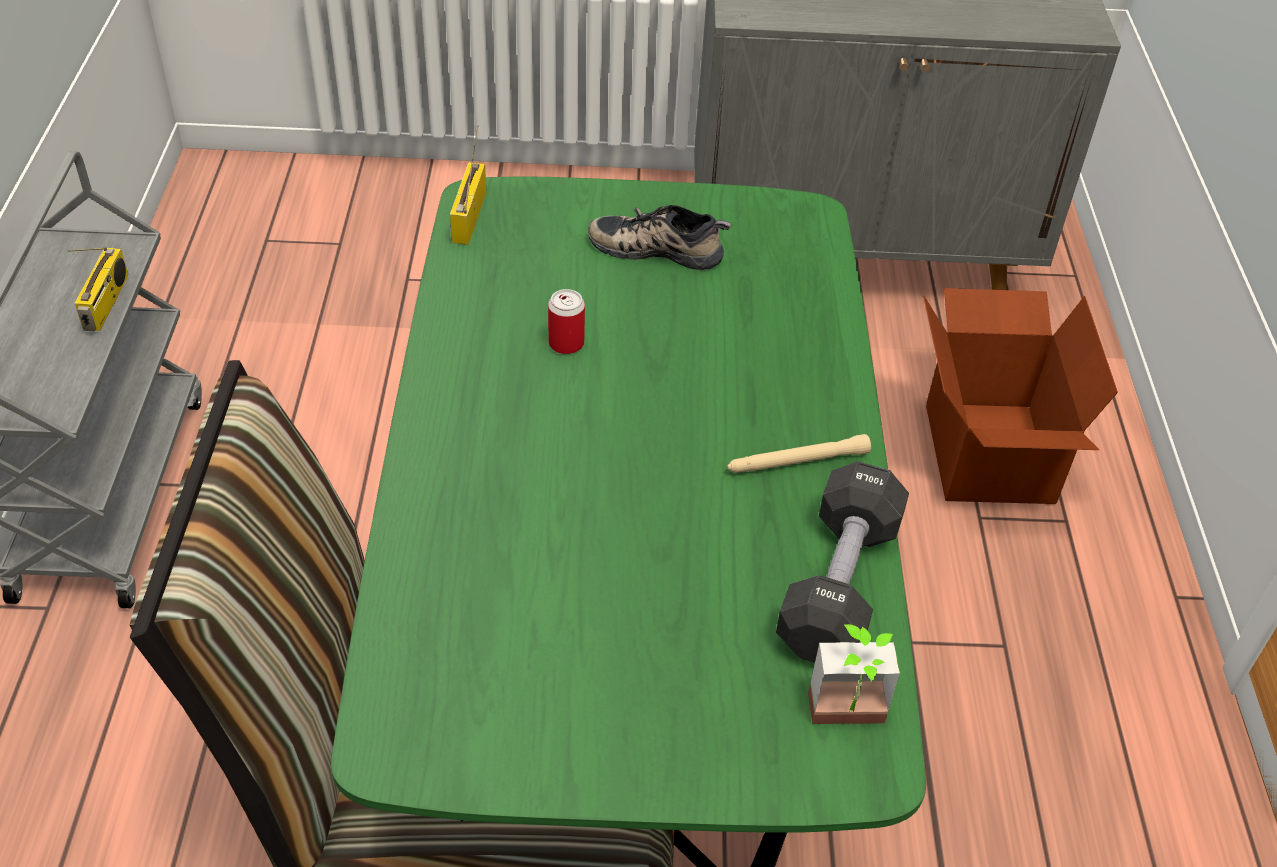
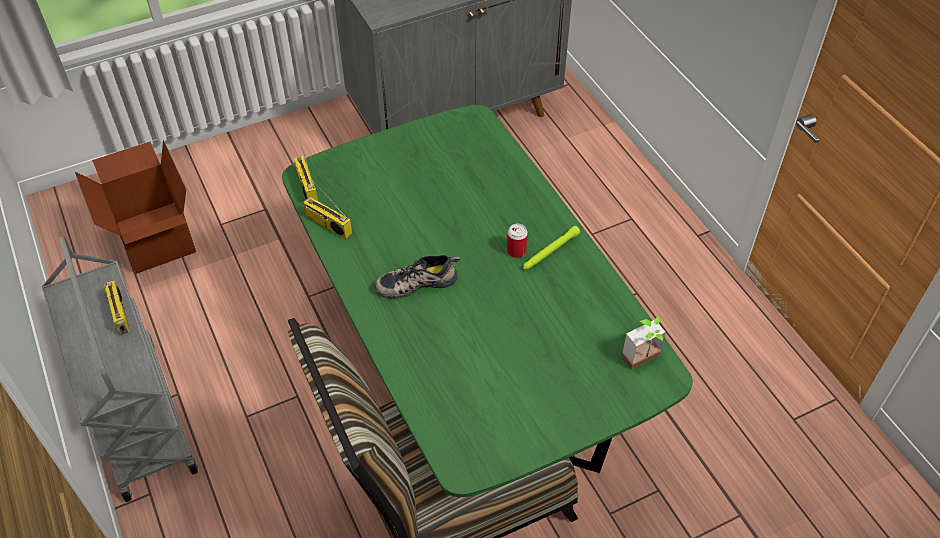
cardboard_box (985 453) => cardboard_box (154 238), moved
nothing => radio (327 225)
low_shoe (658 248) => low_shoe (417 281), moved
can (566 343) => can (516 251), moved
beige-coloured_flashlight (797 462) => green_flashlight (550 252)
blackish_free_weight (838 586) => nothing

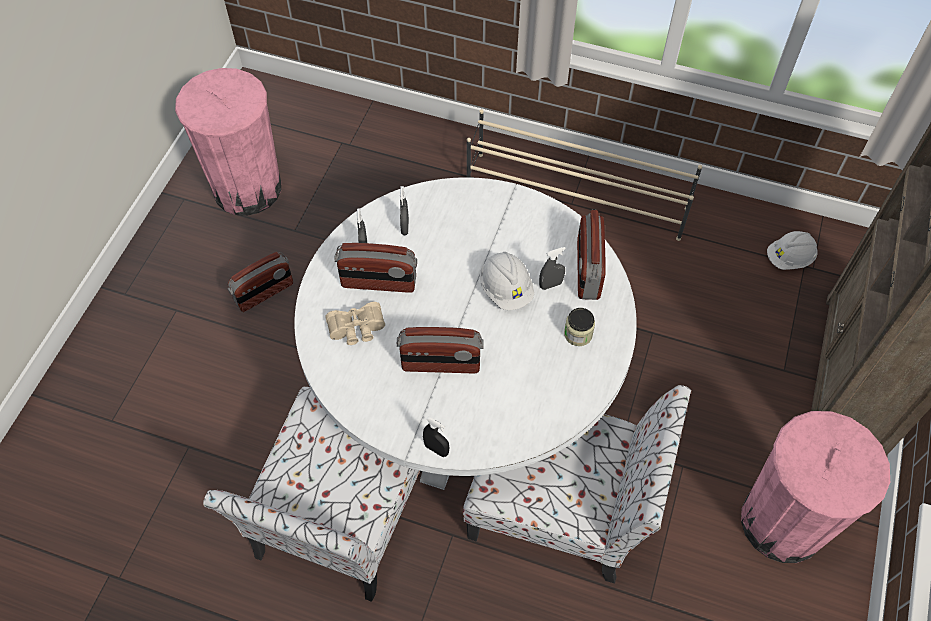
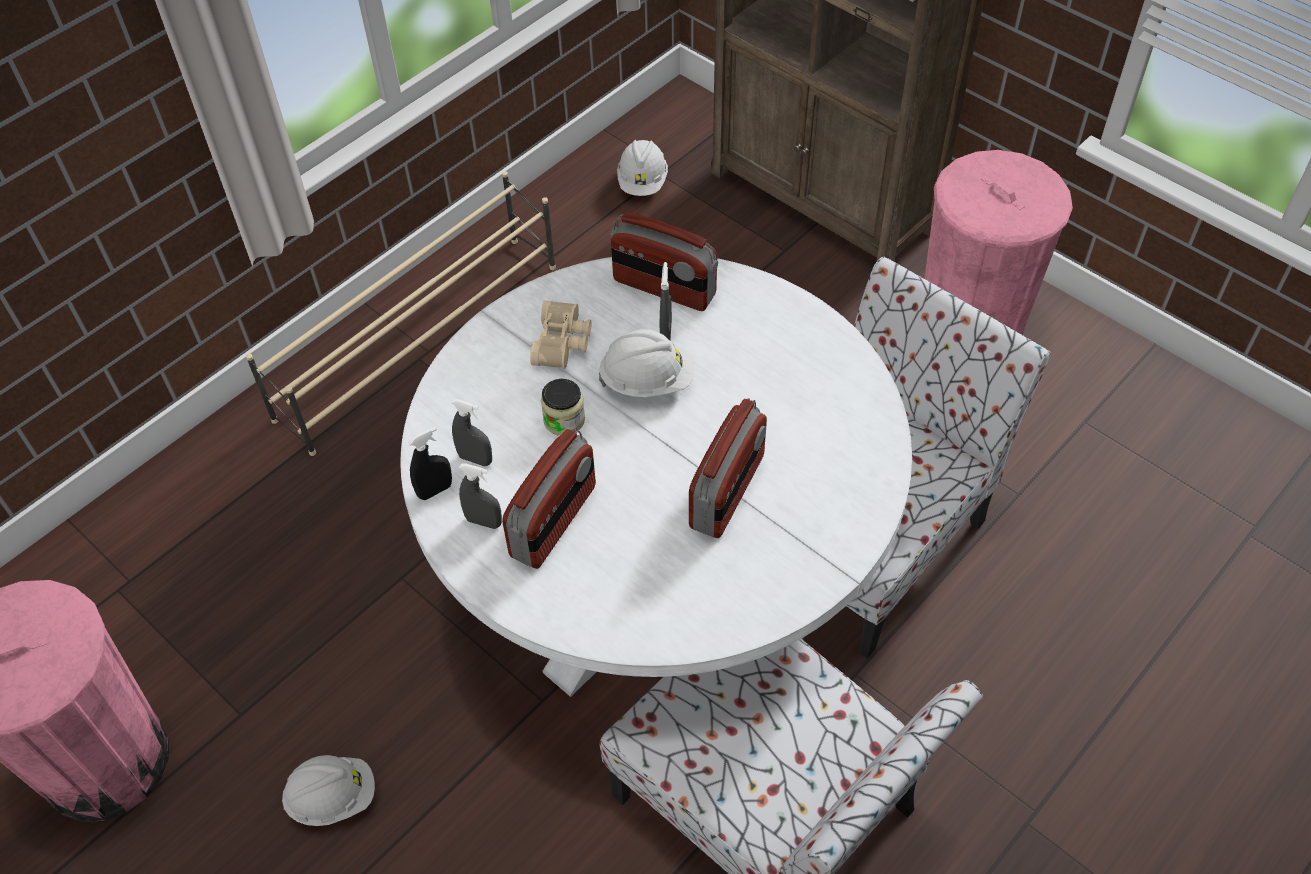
radio (264 293) => white-coloured_work_helmet (332 798)
blackish_spray_bottle (436 449) => blackish_spray_bottle (435 490), moved
beige-coloured_binoculars (357 330) => beige-coloured_binoculars (564 342), moved
preserve_jar (578 334) => preserve_jar (564 420), moved

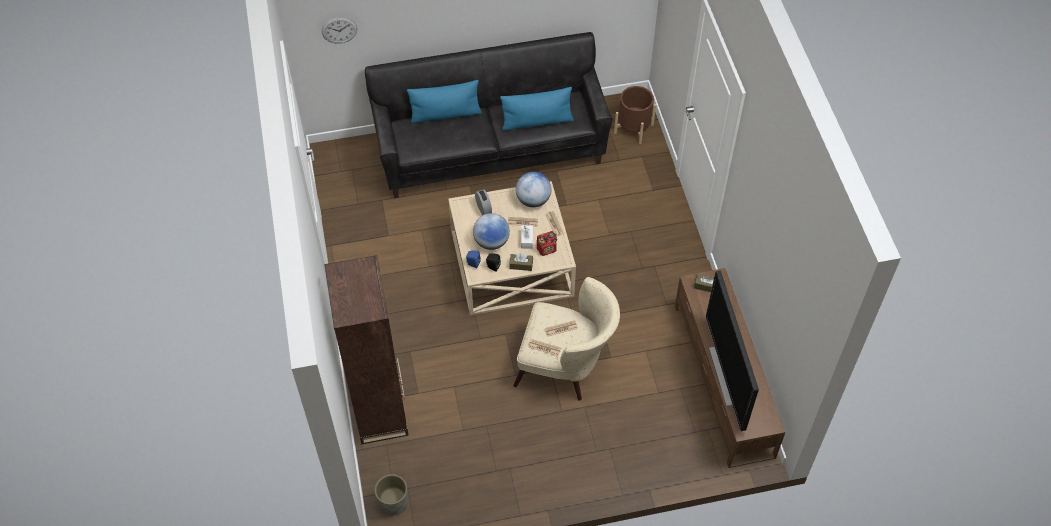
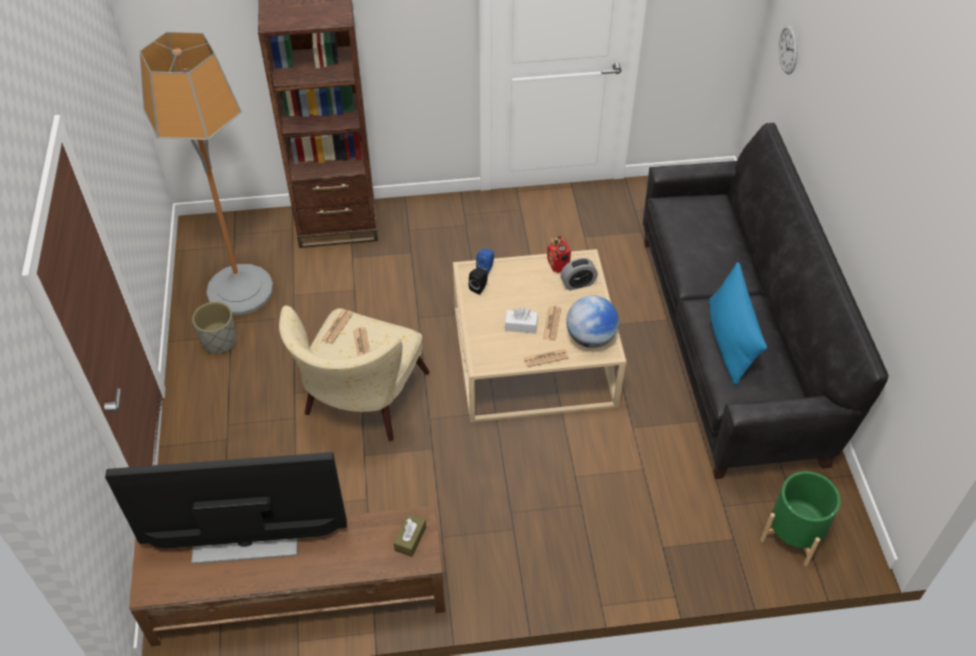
nothing => floor_lamp (240 290)
gray_planter (393 502) => gray_planter (220 341), moved
radio (547 249) => radio (558 265), moved
brown-coloured_planter (633 128) => green_planter (793 534)
bluish_cushion (445 114) => nothing
globe (491 242) => nothing
brown-coloured_tissue_box (521 265) => nothing

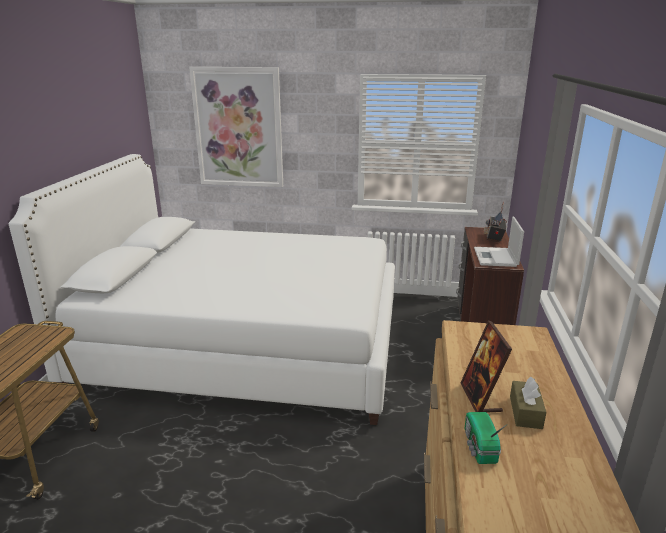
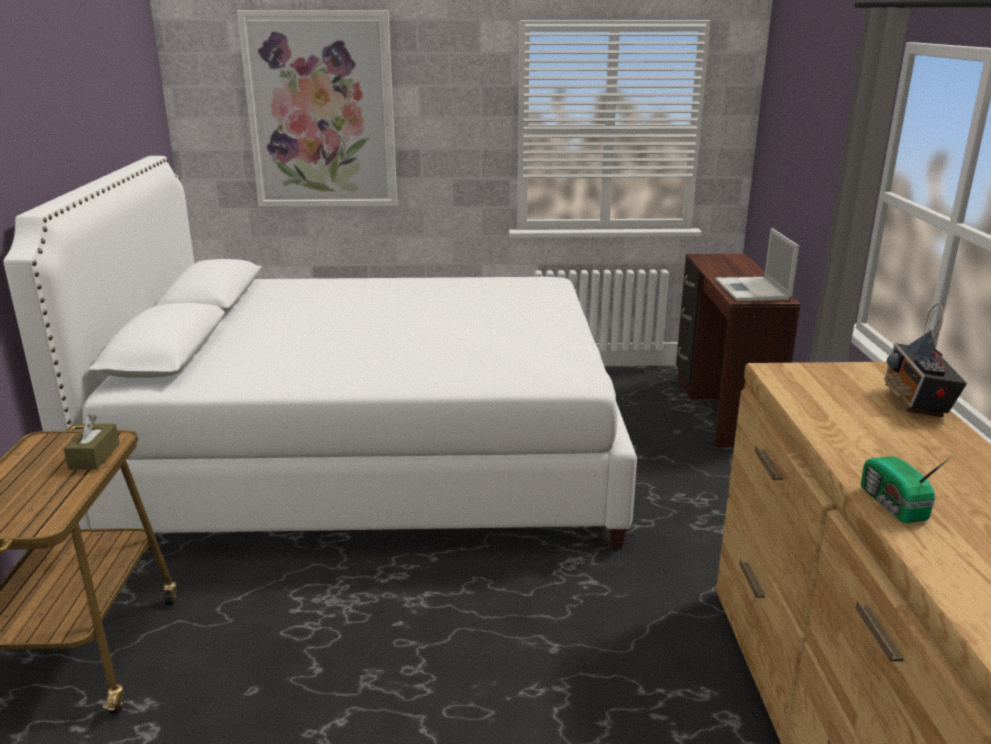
brown-coloured_tissue_box (525 412) => brown-coloured_tissue_box (94 456), moved
radio (494 238) => radio (916 402), moved
photo_frame (480 398) => nothing

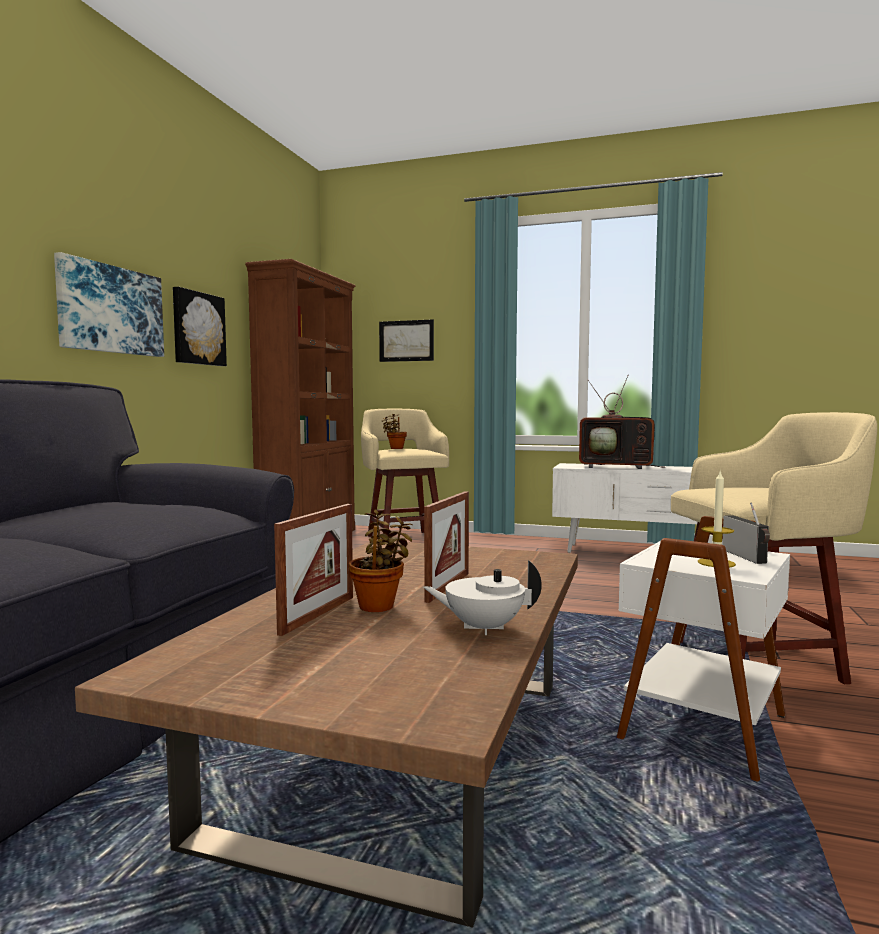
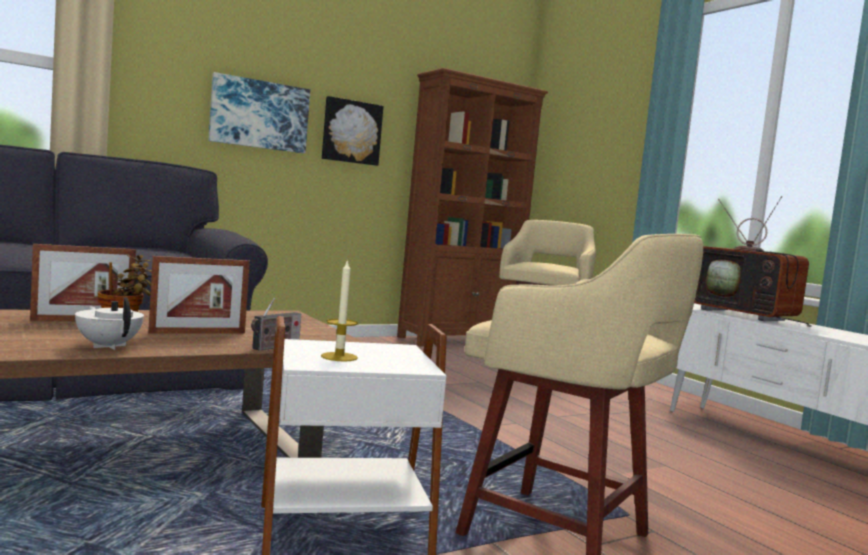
radio (746 557) => radio (274 347), moved
picture (406 341) => nothing
plant_in_a_pot (395 448) => nothing

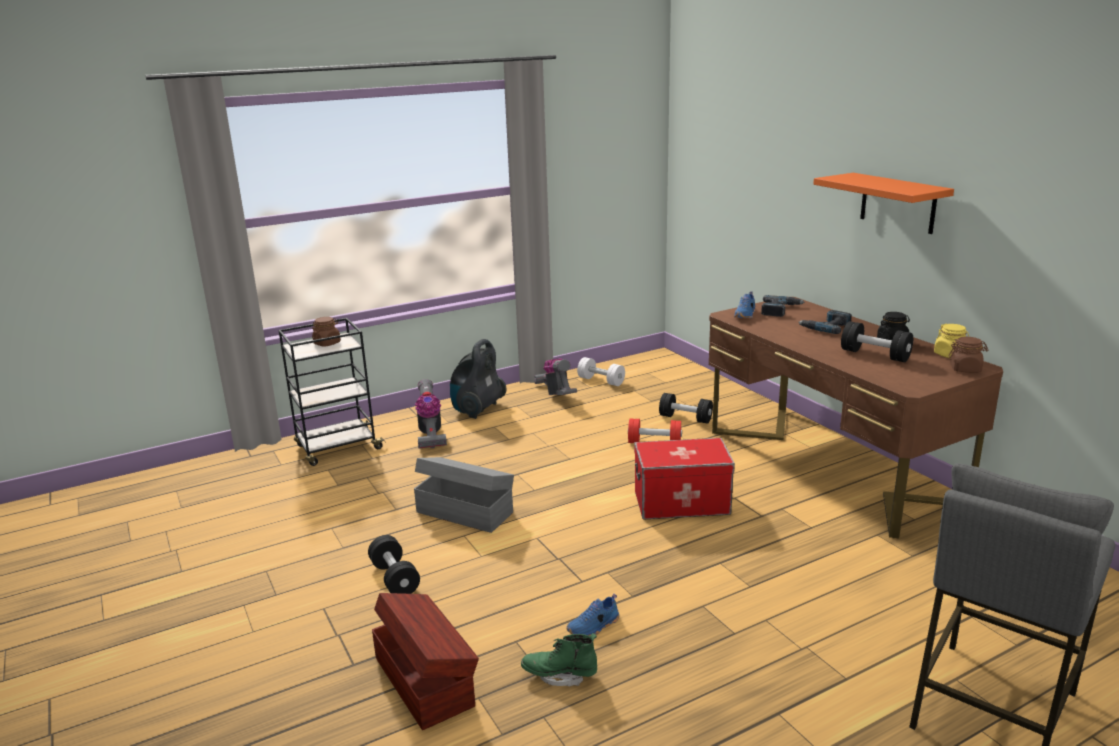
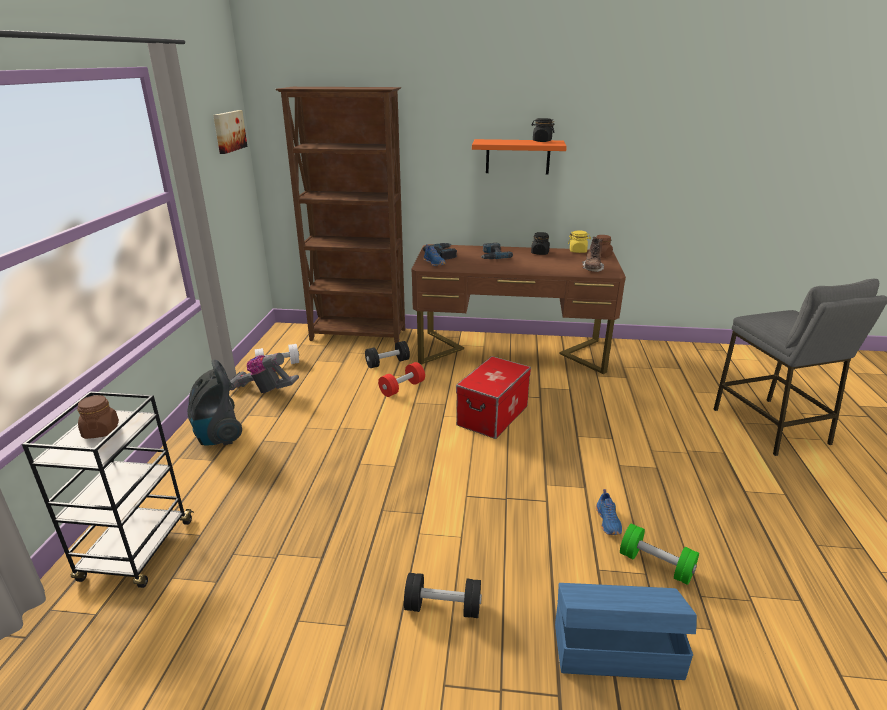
nothing => picture (228 131)
nothing => brown-coloured_shelving_unit (358 335)
nothing => blackish_preserve_jar (541 141)
brown-coloured_storage_container (425 680) => bluish_storage_container (615 649)
nothing => brown-coloured_tall_boot (592 269)
green_tall_boot (560 675) => green_free_weight (656 565)
gray_storage_container (464 511) => nothing
vacuum (430 434) => nothing
blackish_free_weight (875 355) => nothing

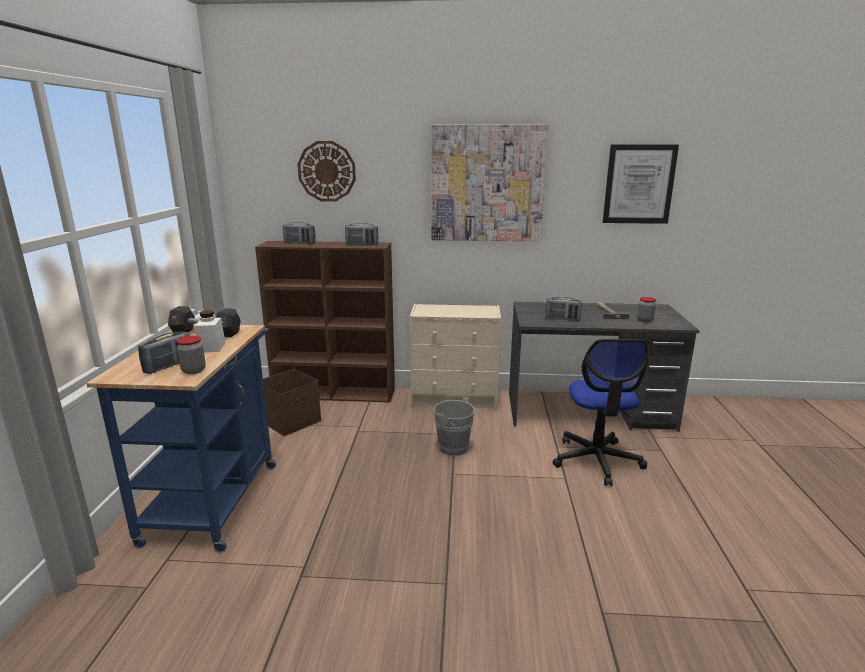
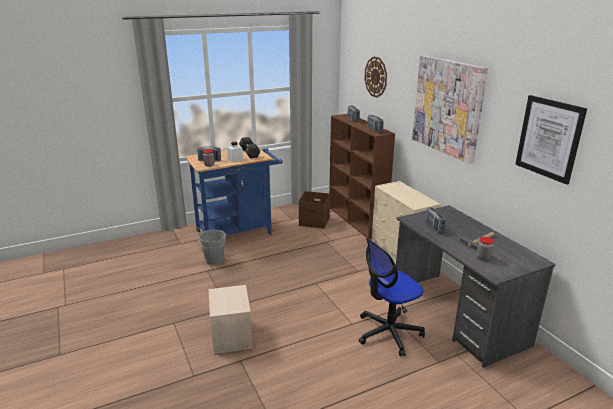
gray_pail (456 449) => gray_pail (213 261), moved
nothing => beige-coloured_storage_container (231 335)

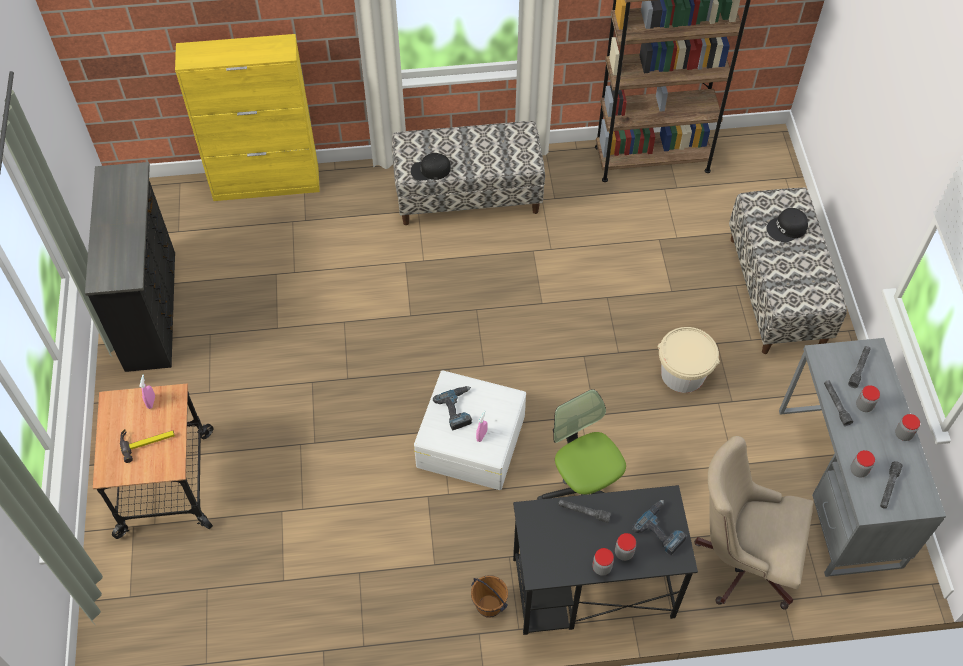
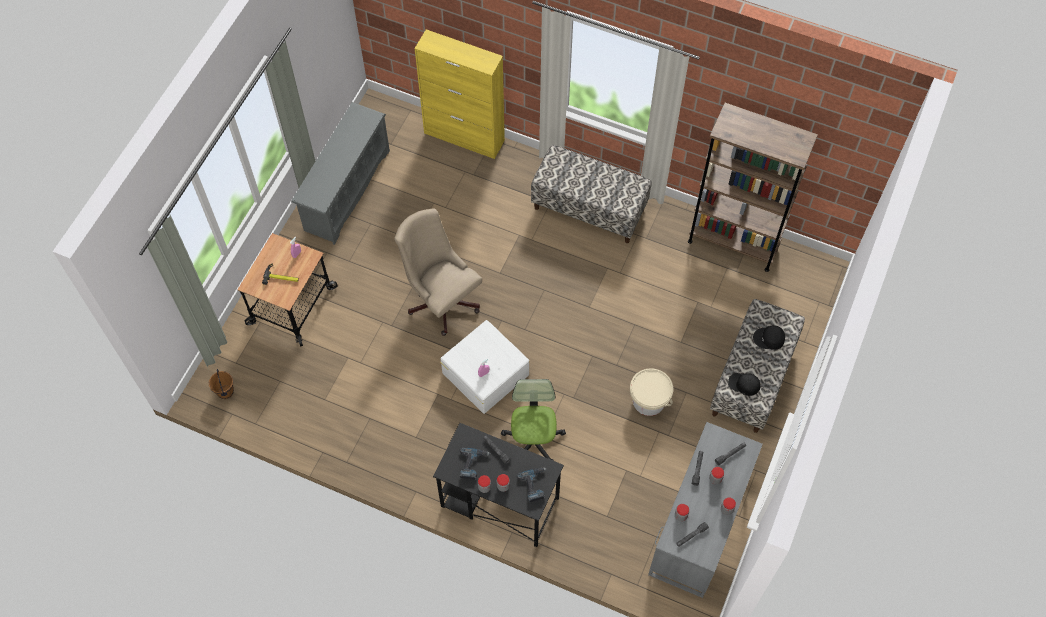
brown-coloured_pail (488 606) => brown-coloured_pail (225 392), moved
blackish_chest_of_drawers (153 309) => gray_shoe_rack (346 190)
beige-coloured_office_chair (741 558) => beige-coloured_office_chair (441 299), moved
power_drill (458 409) => power_drill (473 464), moved
blackish_peaked_cap (430 170) => blackish_peaked_cap (744 384), moved

